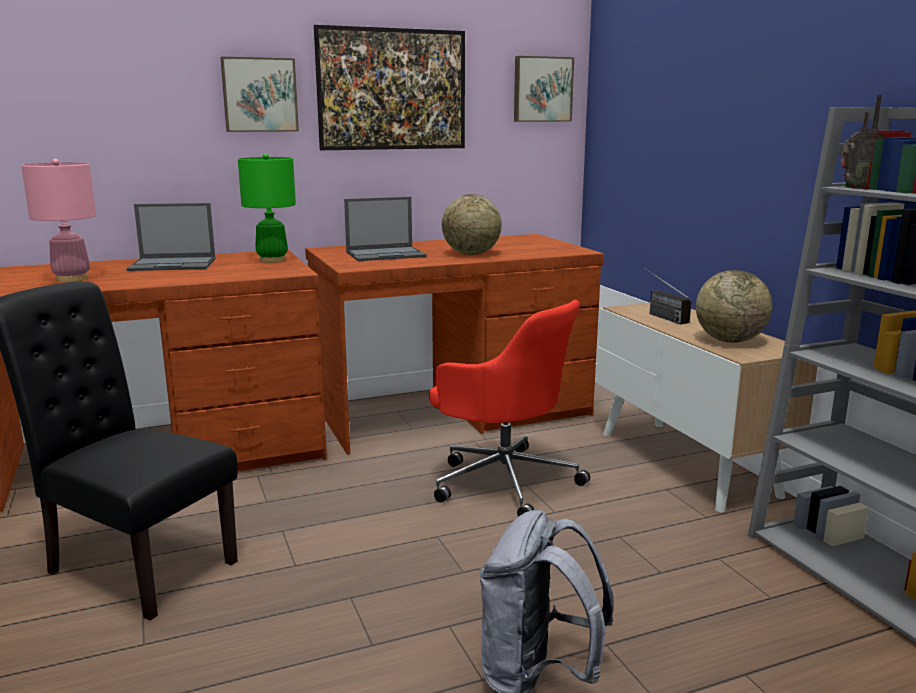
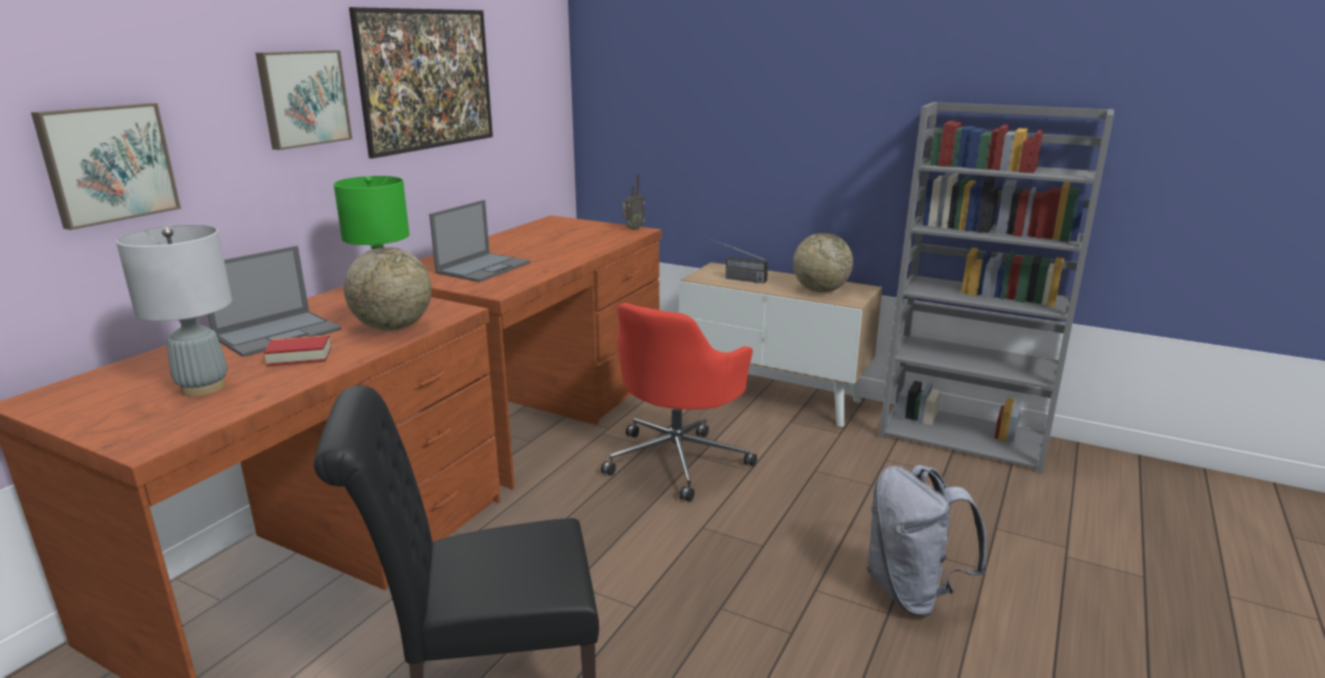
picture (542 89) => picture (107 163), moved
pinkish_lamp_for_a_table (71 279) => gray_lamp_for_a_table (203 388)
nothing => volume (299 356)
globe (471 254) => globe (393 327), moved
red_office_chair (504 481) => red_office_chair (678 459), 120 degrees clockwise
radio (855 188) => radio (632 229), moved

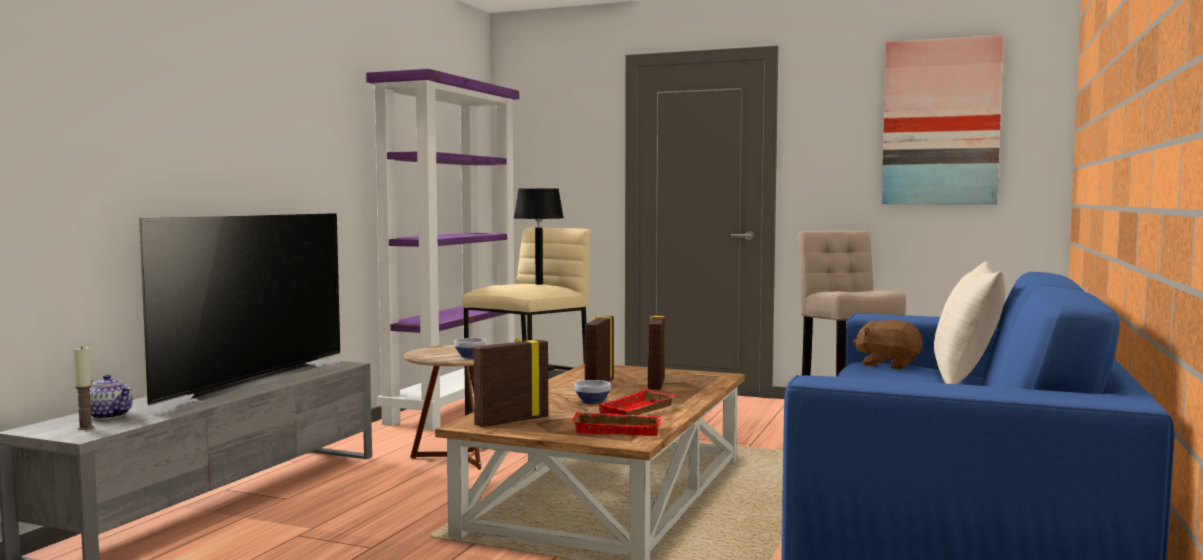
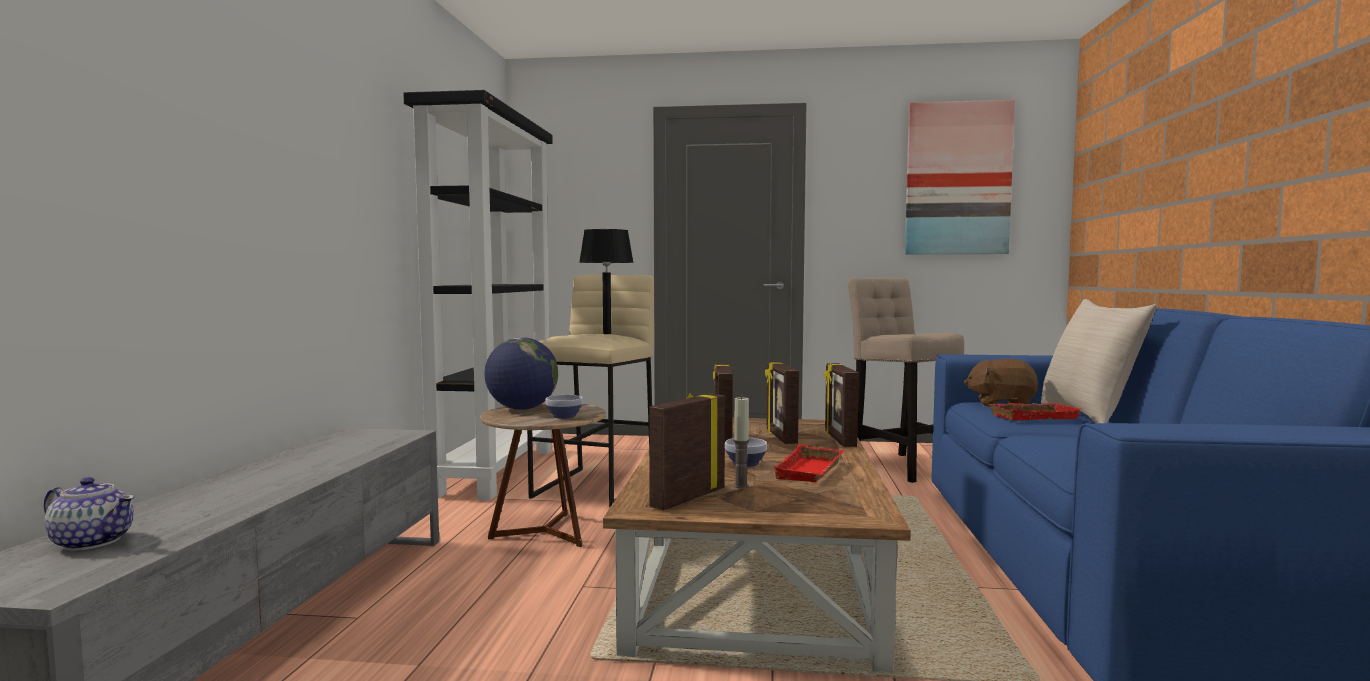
purple-coloured_shelving_unit (452 408) => blackish_shelving_unit (495 471)
nothing => globe (522 409)
candle (85 428) => candle (741 486), moved
nothing => photo_frame (839 439)
red_tray (618 429) => red_tray (1032 416), moved
TV (248 381) => nothing

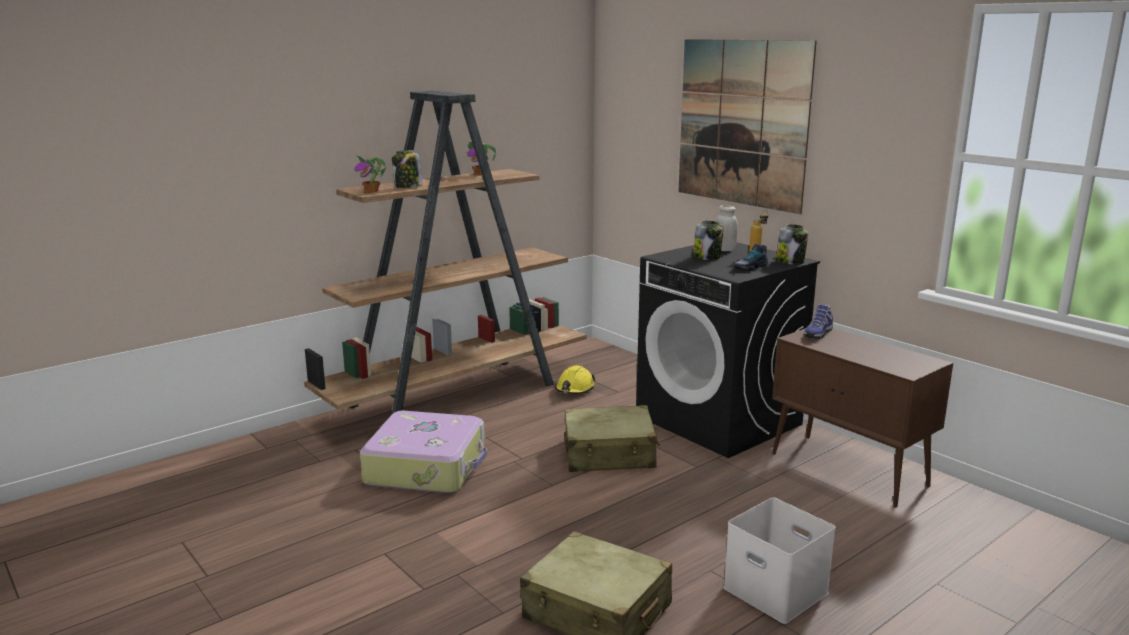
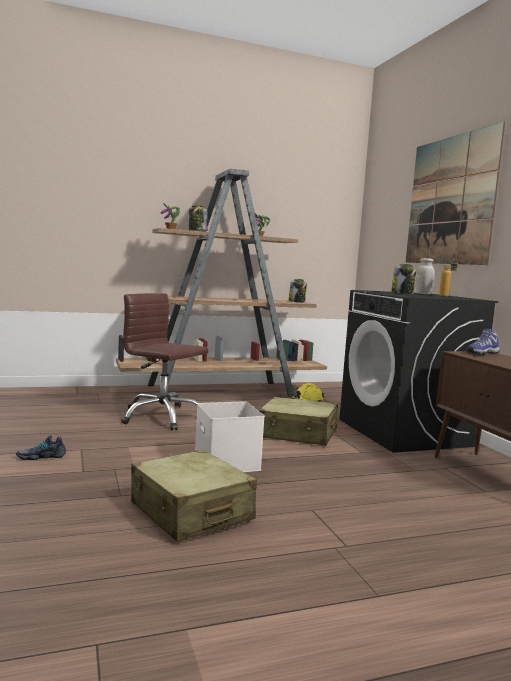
low_shoe (750 267) => low_shoe (41 456), moved
travel_case (427 467) => brown-coloured_office_chair (162 417)
white-coloured_storage_container (778 590) => white-coloured_storage_container (228 463), moved
preserve_jar (790 261) => preserve_jar (297 302), moved

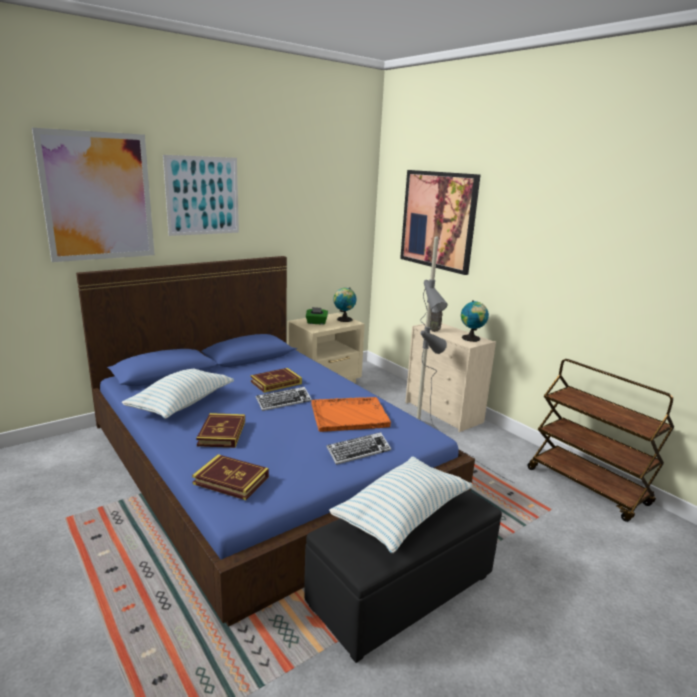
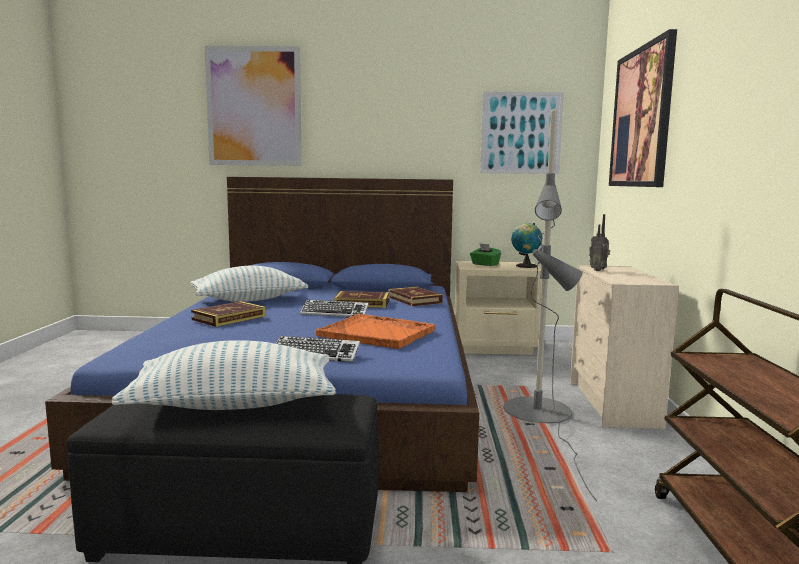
volume (231 480) => volume (414 300), moved
picture (203 196) => picture (521 133), moved
globe (471 339) => nothing

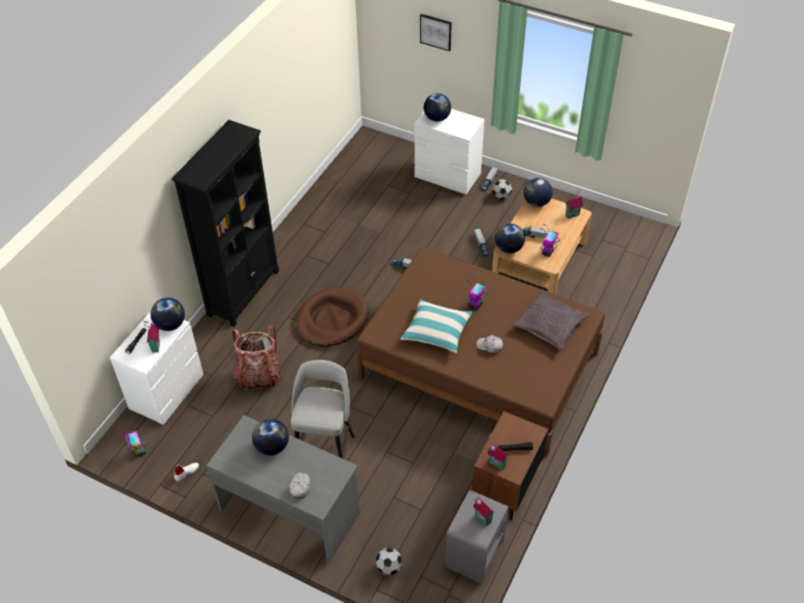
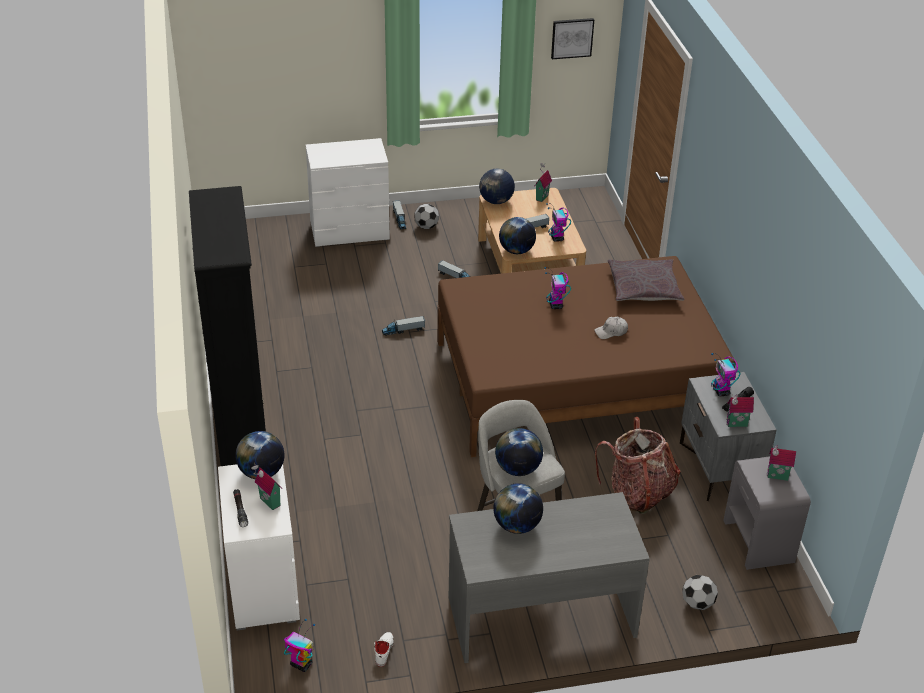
globe (437 118) => globe (518 469), moved
picture (436 31) => picture (572 38), moved
rucksack (258 375) => rucksack (637 493), moved
brown-coloured_nightstand (506 485) => gray_nightstand (719 468)
nothing => model_robot (721 391)
white-coloured_peaked_cap (300 487) => nothing
brown-coloured_dog_cushion (332 319) => nothing
cushion (437 331) => nothing

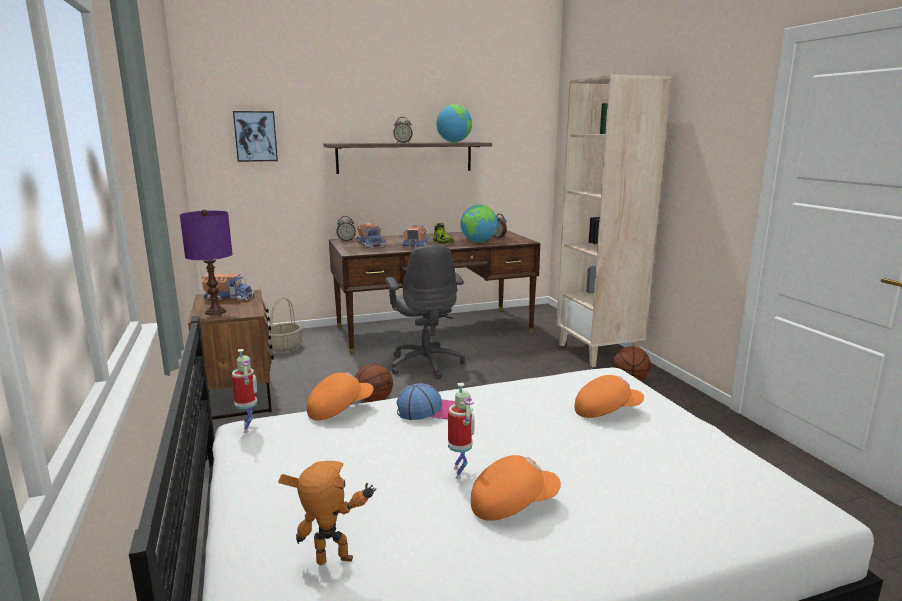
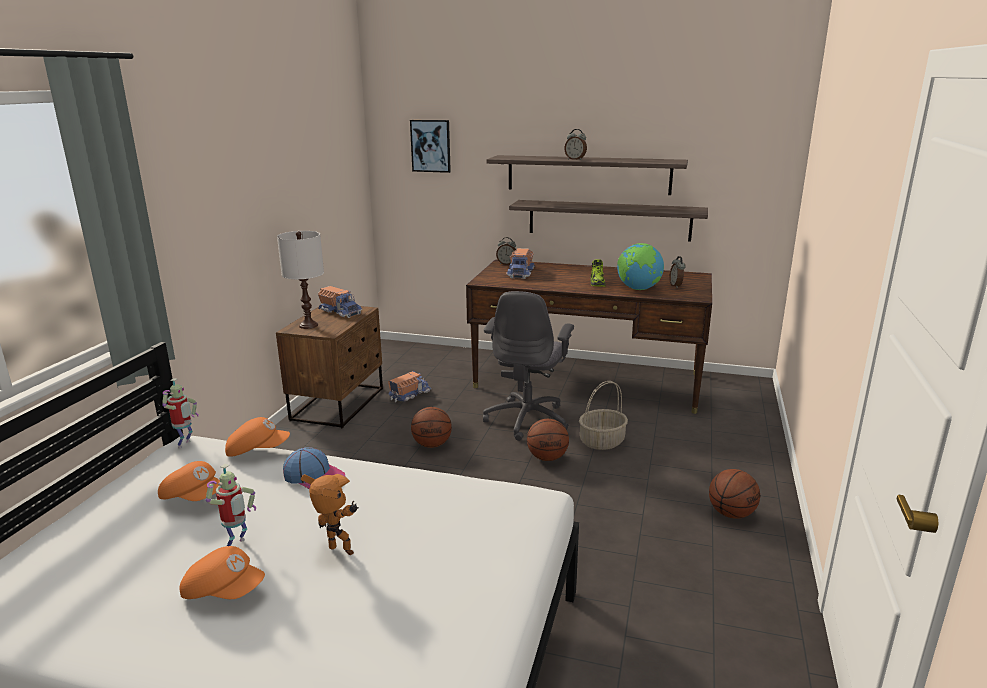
orangey_peaked_cap (606 411) => orangey_peaked_cap (194 497), moved
purple-coloured_lamp_for_a_table (215 312) => white-coloured_lamp_for_a_table (309 325)
model_robot (335 565) => model_robot (339 553), moved
toy_lorry (416 245) => toy_lorry (409 395), moved
nothing => shelf (608 220)
nothing => ball_for_basketball (547 457)
storage_basket (284 346) => storage_basket (602 441), moved
globe (454 142) => nothing
beige-coloured_shelving_unit (598 352) => nothing

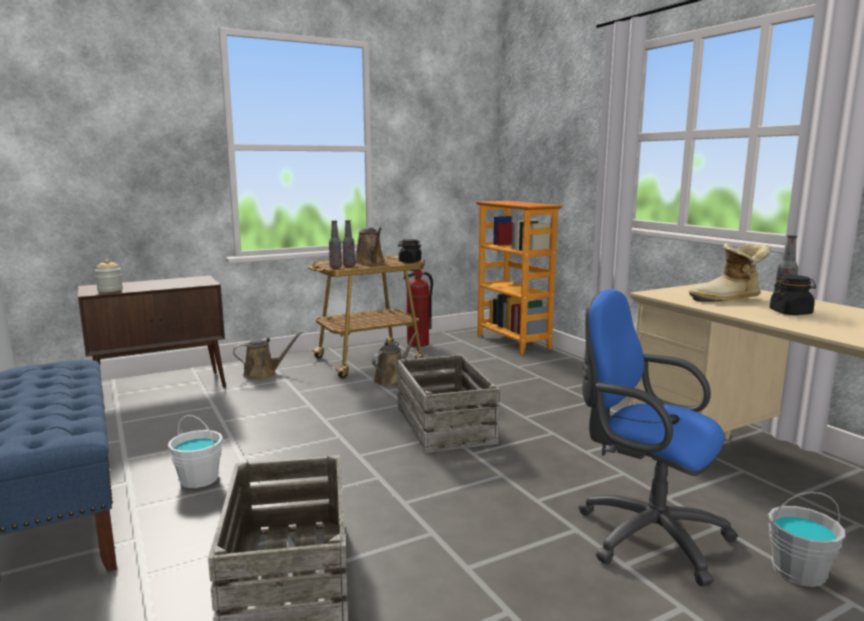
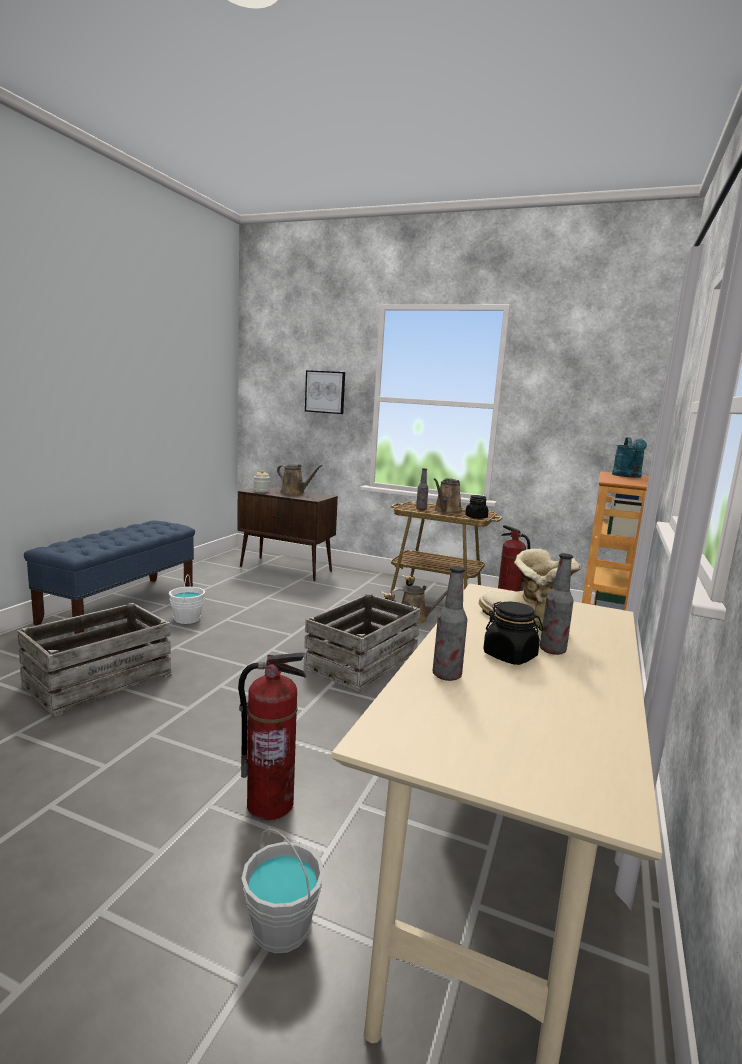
bluish_office_chair (644 534) => fire_extinguisher (270 804)
brown-coloured_watering_can (263 374) => brown-coloured_watering_can (294 493), moved
nothing => picture (325 392)
drink_bottle (335 267) => drink_bottle (446 675), moved
nothing => turquoise_watering_can (627 476)

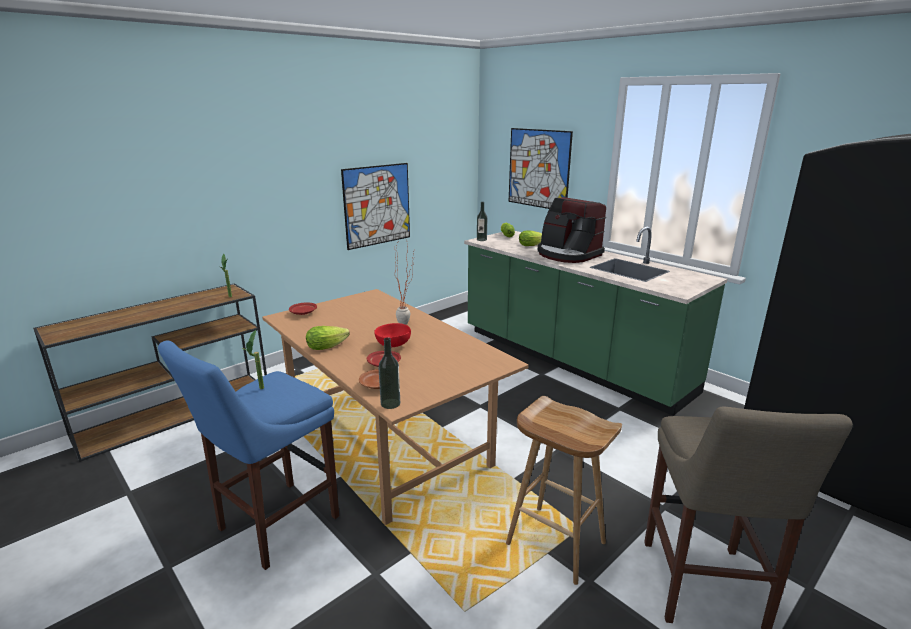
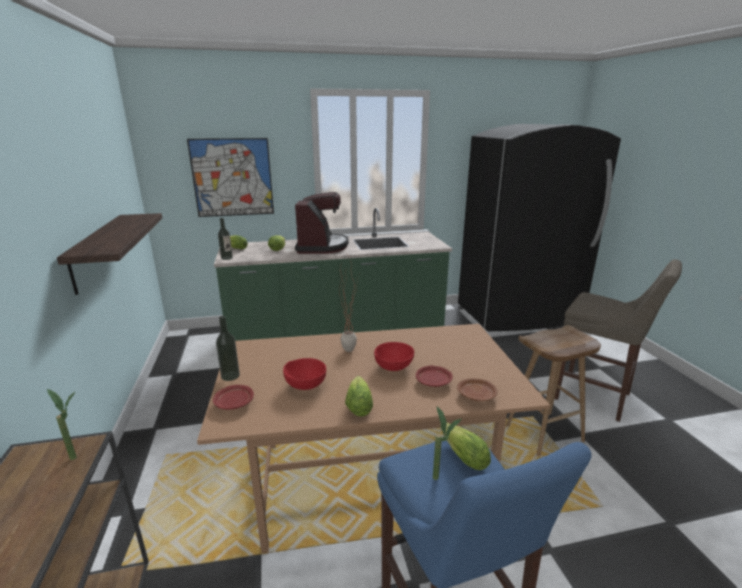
picture (377 205) => shelf (98 251)
drink_bottle (390 403) => drink_bottle (230 376), moved
nothing => red_deep_dish (305 384)
coffee_machine (567 254) => coffee_machine (321 246), 75 degrees counterclockwise
nothing => lettuce (461 455)

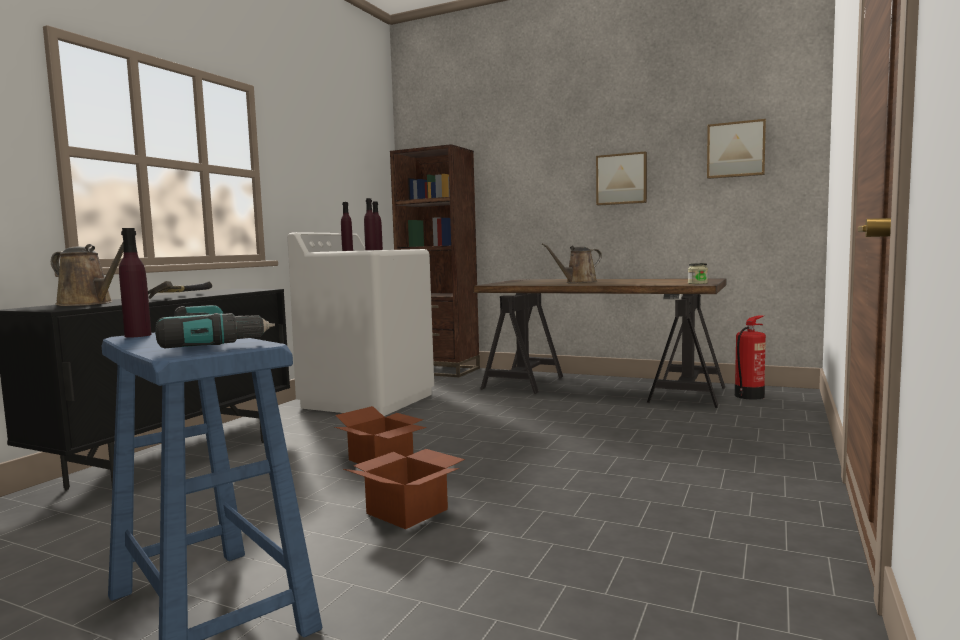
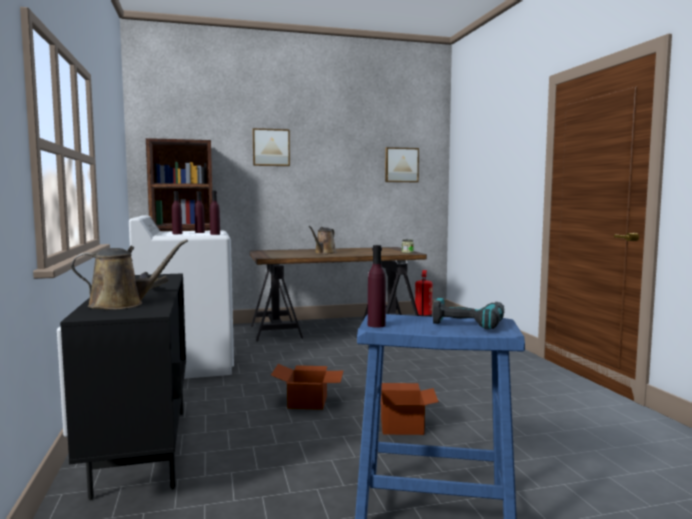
picture (621 179) => picture (271 147), moved

